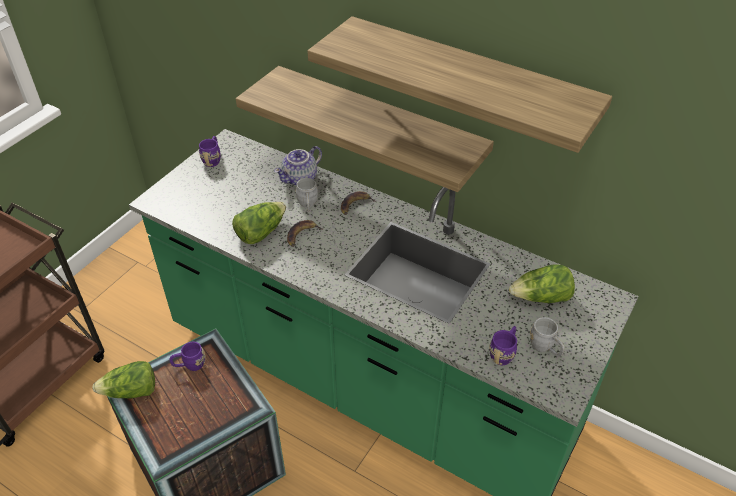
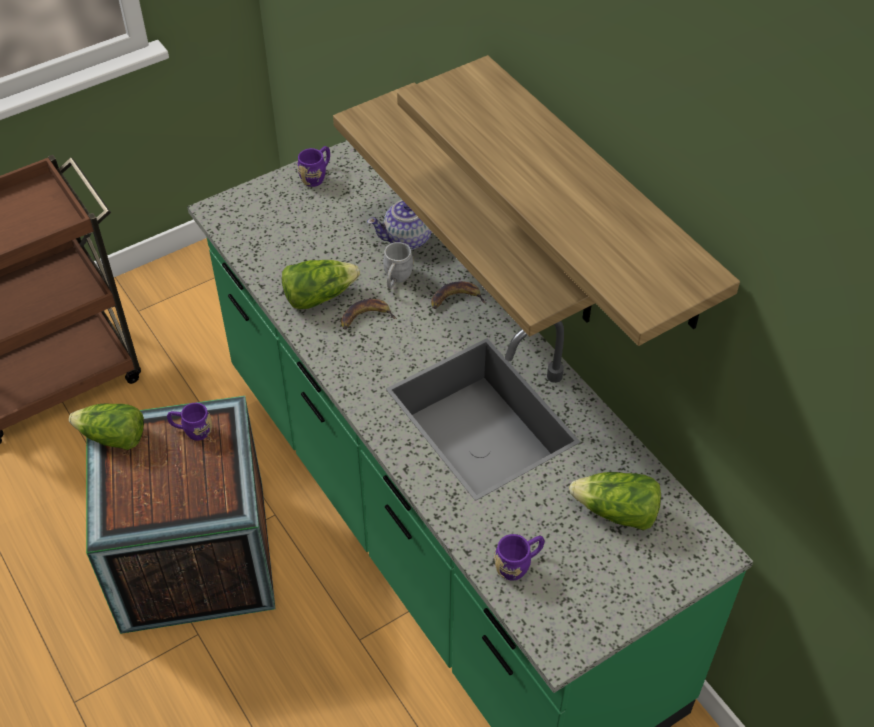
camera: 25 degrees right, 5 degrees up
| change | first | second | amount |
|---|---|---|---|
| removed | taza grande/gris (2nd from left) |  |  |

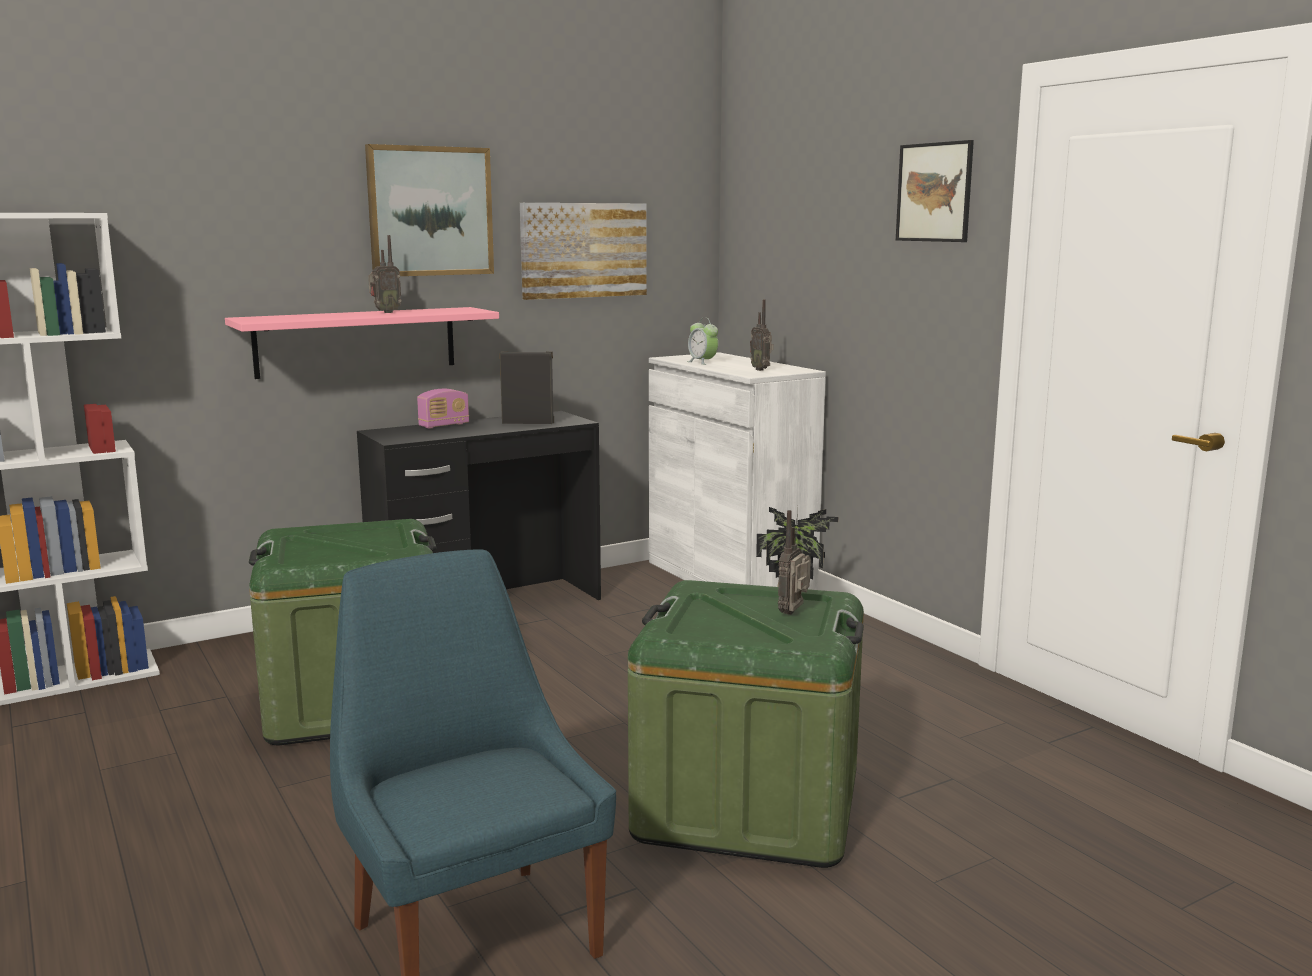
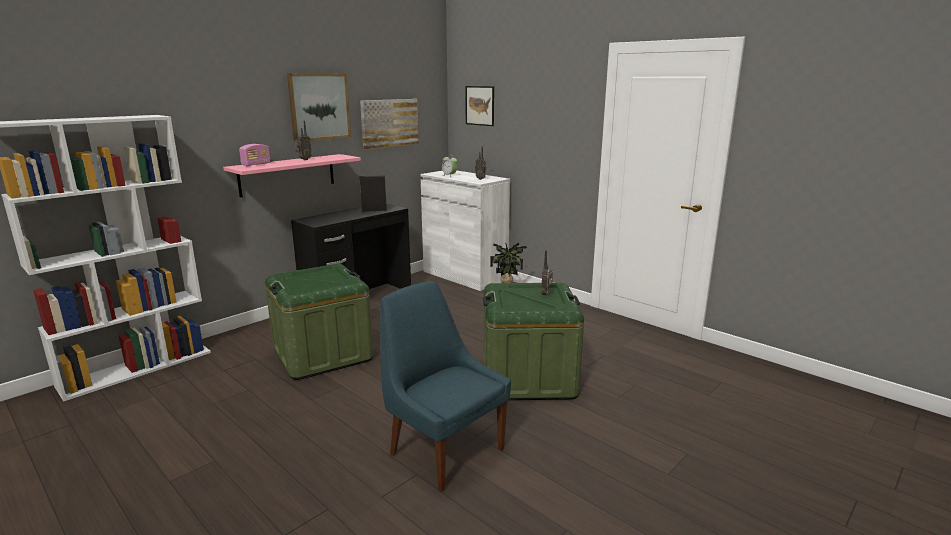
camera: 15 degrees left, 5 degrees up
| change | first | second | amount |
|---|---|---|---|
| moved | radio (2nd from left in the first image) | radio (1st from left) |  |
| moved | cuadro (3rd from left) |  |  |

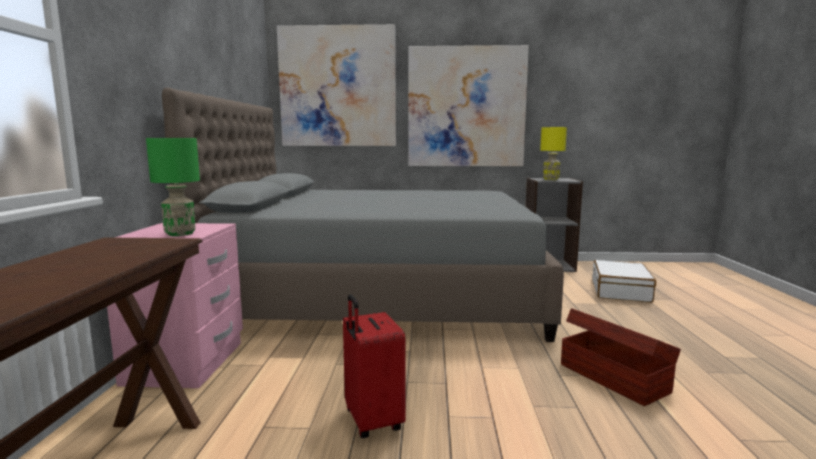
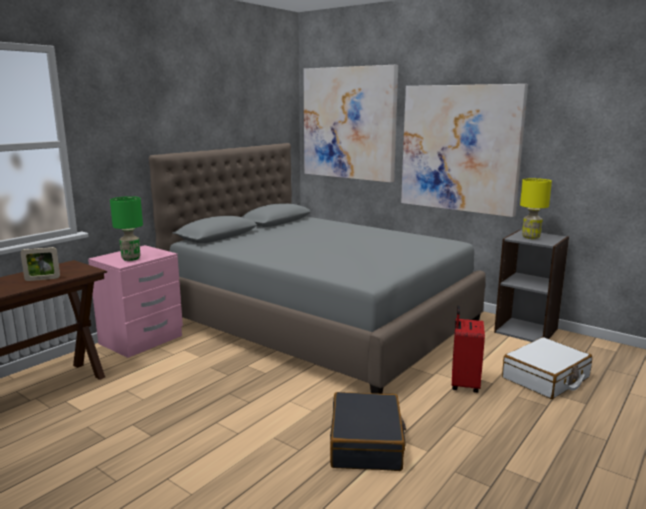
camera: 35 degrees right, 5 degrees up
| change | first | second | amount |
|---|---|---|---|
| moved | maleta/rojo |  |  |
| replaced | caja de almacenaje/marrón | maleta/negro |  |
| added |  | portarretratos |  |

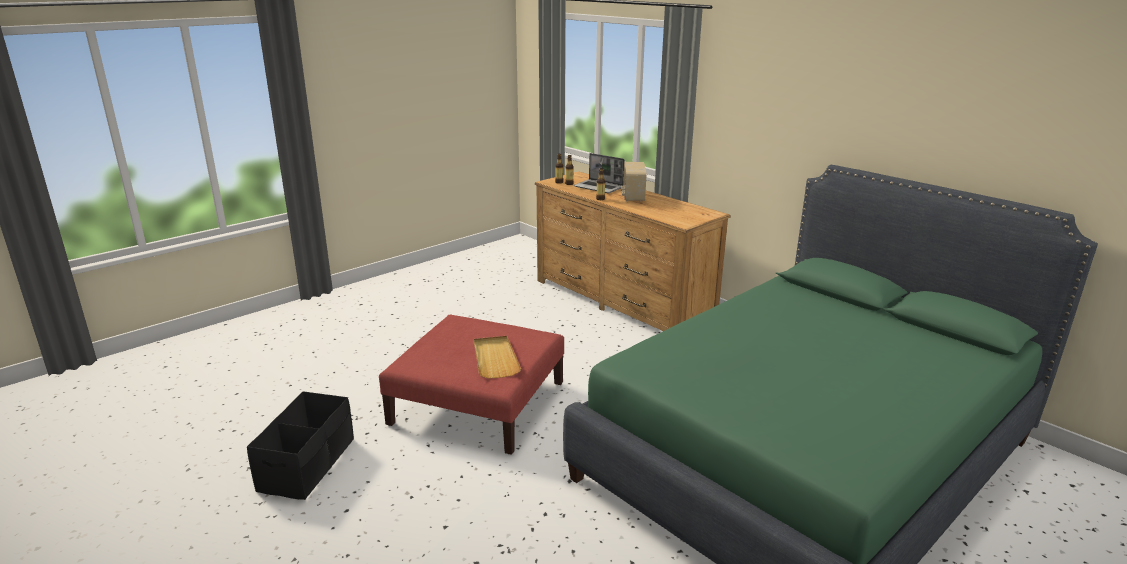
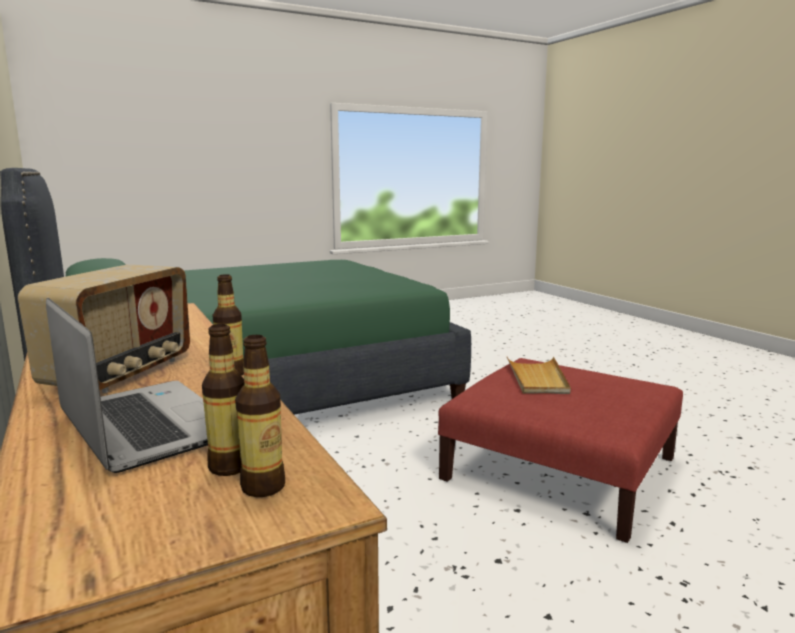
camera: 165 degrees left, 10 degrees down
| change | first | second | amount |
|---|---|---|---|
| removed | caja de almacenaje/negro |  |  |

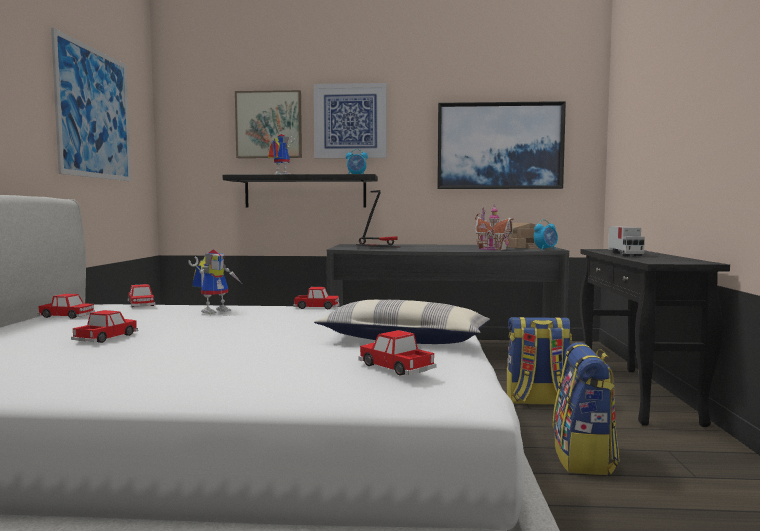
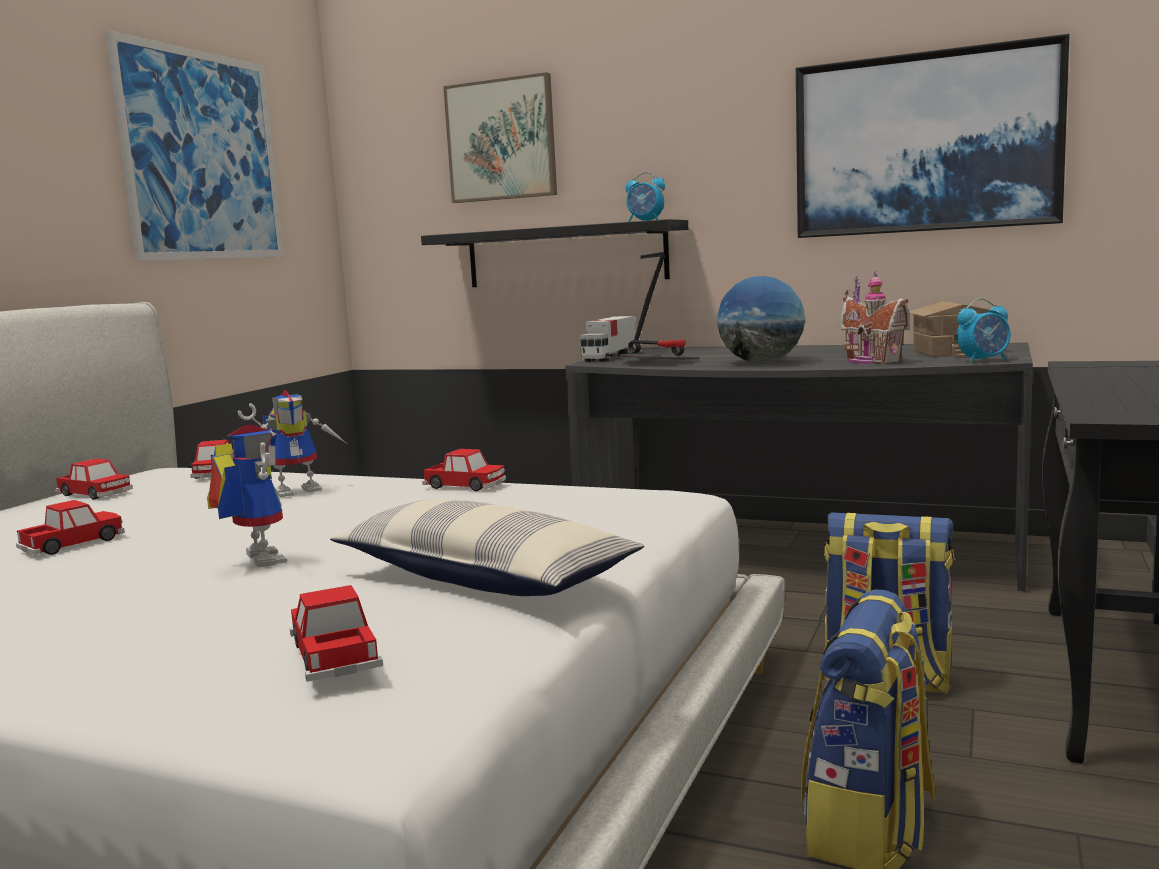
camera: 20 degrees right, 5 degrees up
| change | first | second | amount |
|---|---|---|---|
| moved | robot de juguete (2nd from left in the first image) | robot de juguete (1st from left) |  |
| removed | cuadro (3rd from left) |  |  |
| moved | camión de juguete |  |  |
| added |  | globo terráqueo |  |

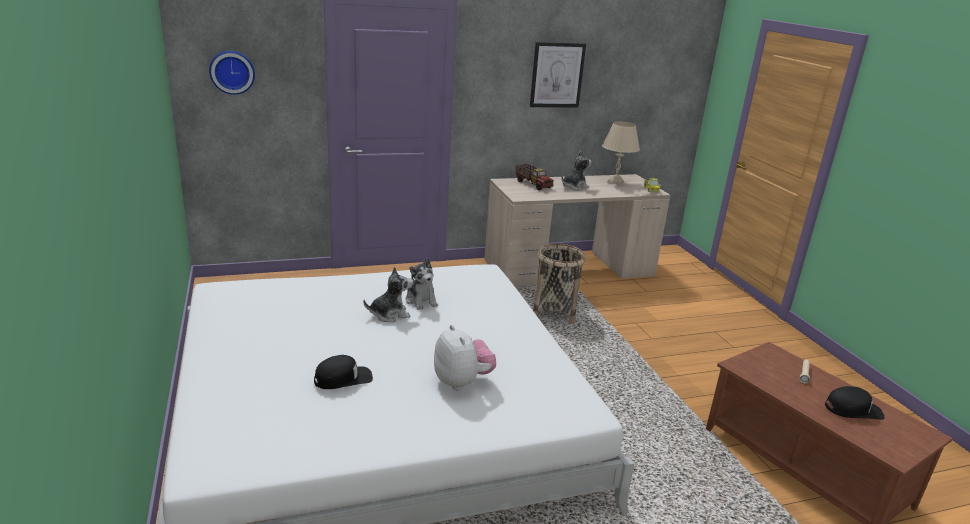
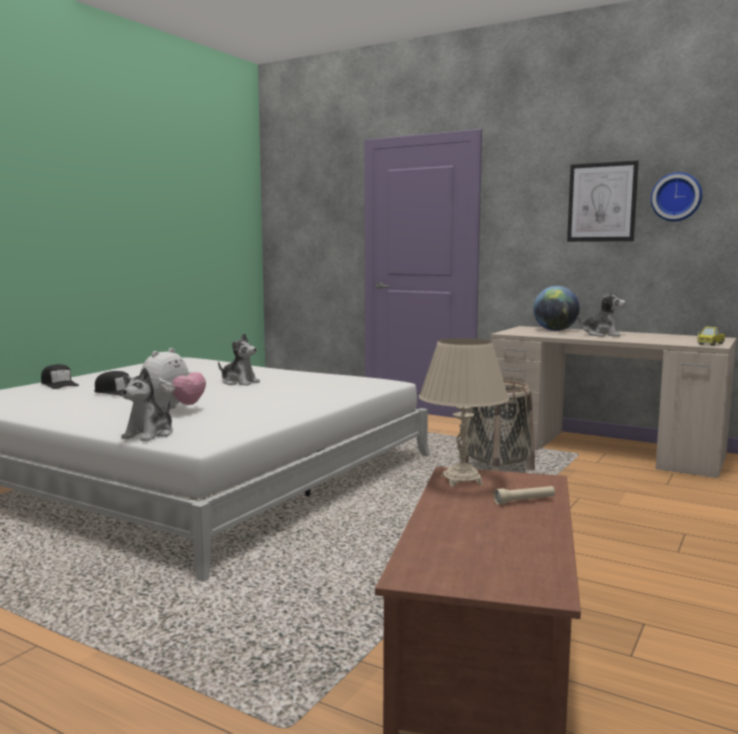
camera: 50 degrees right, 15 degrees down
| change | first | second | amount |
|---|---|---|---|
| moved | reloj de pared |  |  |
| moved | peluche (2nd from left in the first image) | peluche (1st from left) |  |
| replaced | camión de juguete (1st from left) | globo terráqueo |  |
| moved | lámpara de mesa/beis |  |  |
| moved | gorra/negro (2nd from left in the first image) | gorra/negro (1st from left) |  |

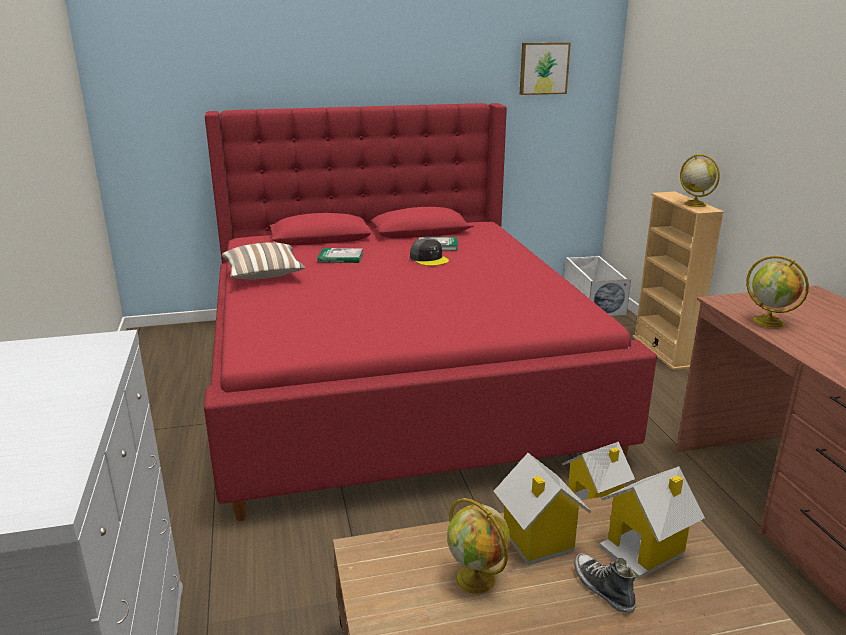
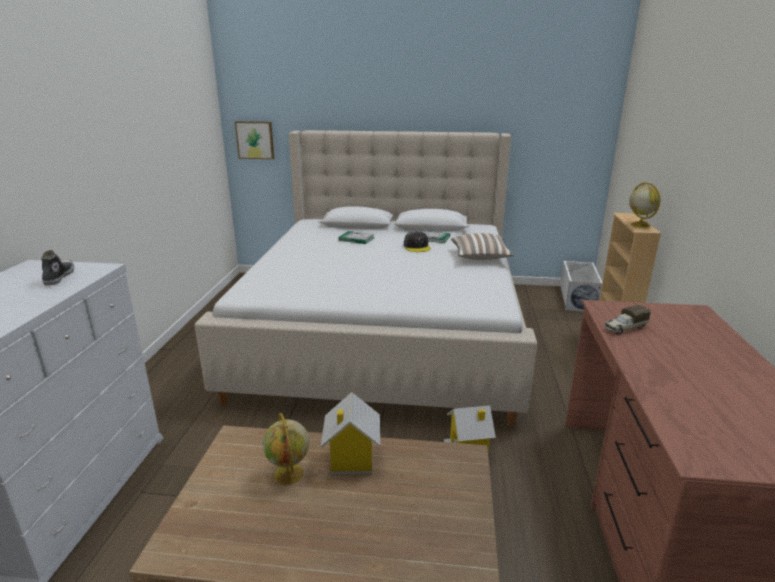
camera: 20 degrees right, 0 degrees up
| change | first | second | amount |
|---|---|---|---|
| recoloured | cama/rojo | cama/beis |  |
| moved | cojín |  |  |
| moved | cuadro |  |  |
| moved | zapato |  |  |
| removed | casita (3rd from left) |  |  |
| replaced | globo terráqueo (3rd from left) | camión de juguete |  |

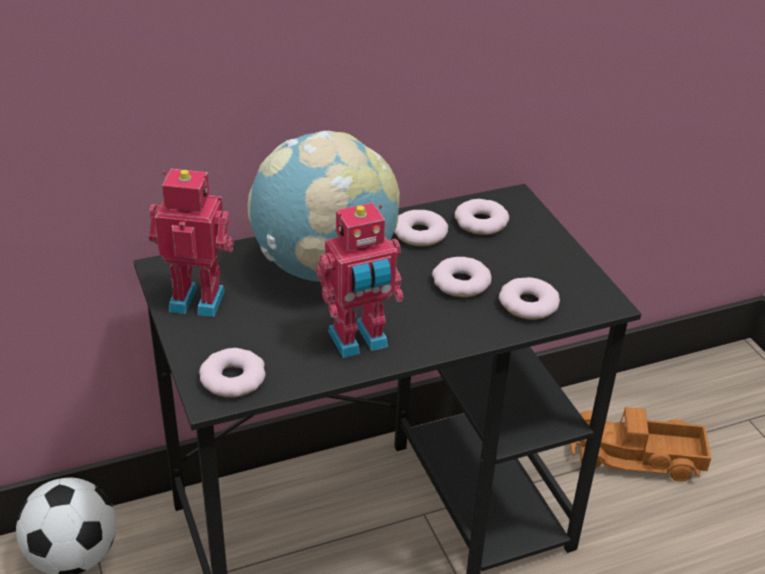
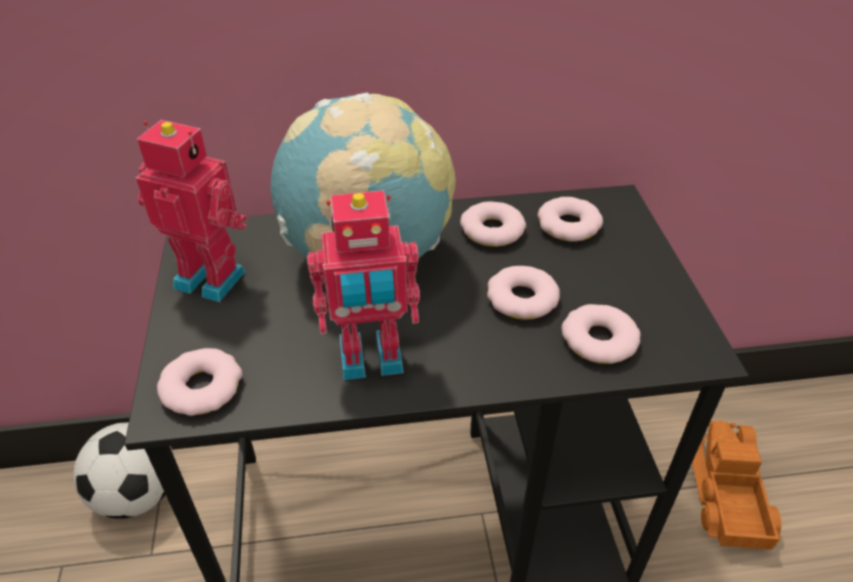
camera: 15 degrees right, 5 degrees up
| change | first | second | amount |
|---|---|---|---|
| turned | camión de juguete |  | 75 degrees clockwise |

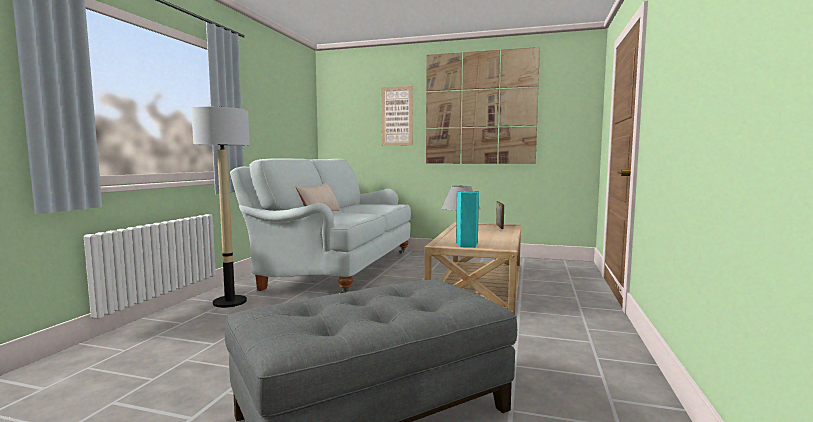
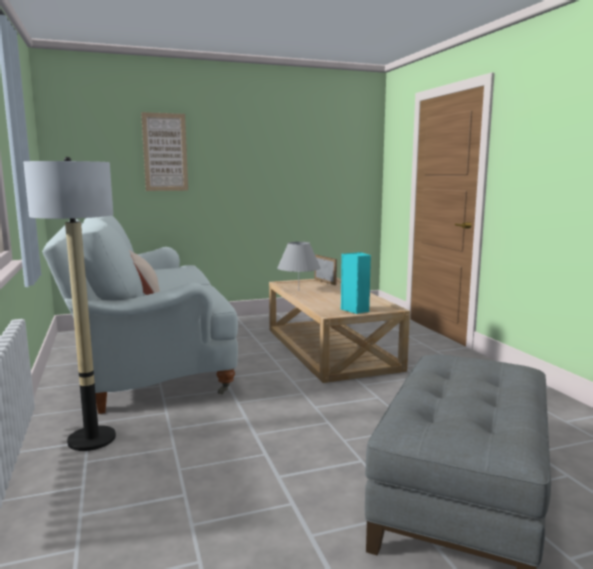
camera: 35 degrees left, 5 degrees up
| change | first | second | amount |
|---|---|---|---|
| removed | cuadro (2nd from left) |  |  |

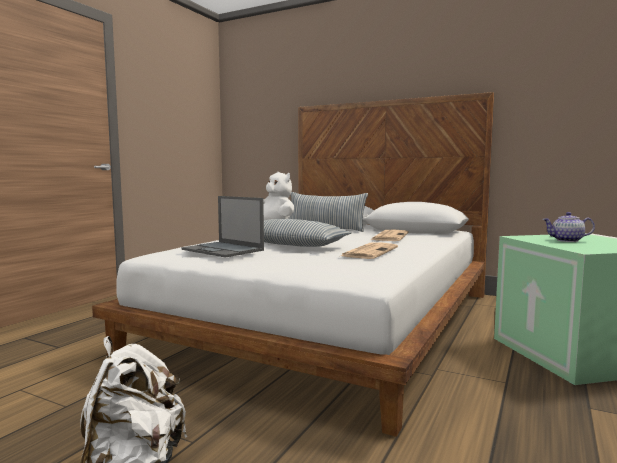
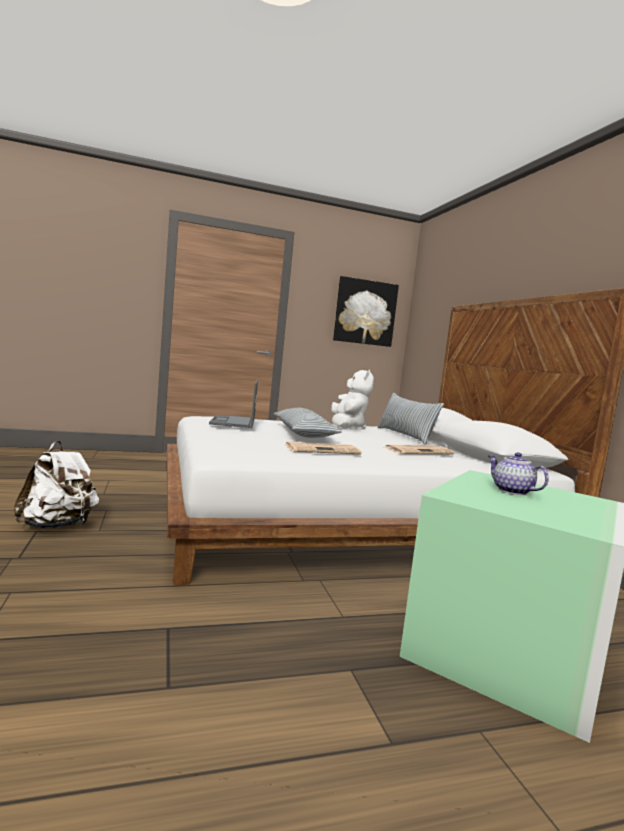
camera: 45 degrees right, 0 degrees up
| change | first | second | amount |
|---|---|---|---|
| added |  | cuadro |  |

